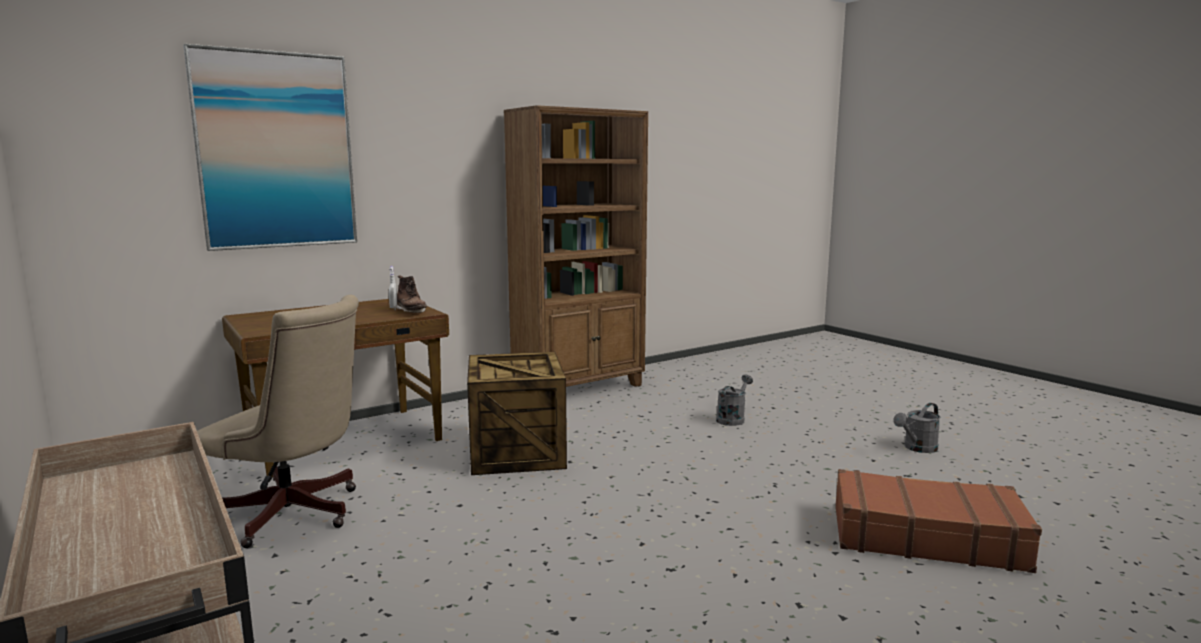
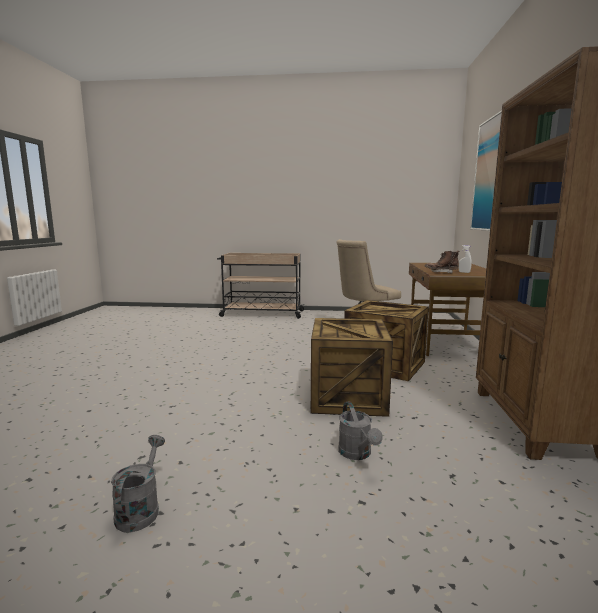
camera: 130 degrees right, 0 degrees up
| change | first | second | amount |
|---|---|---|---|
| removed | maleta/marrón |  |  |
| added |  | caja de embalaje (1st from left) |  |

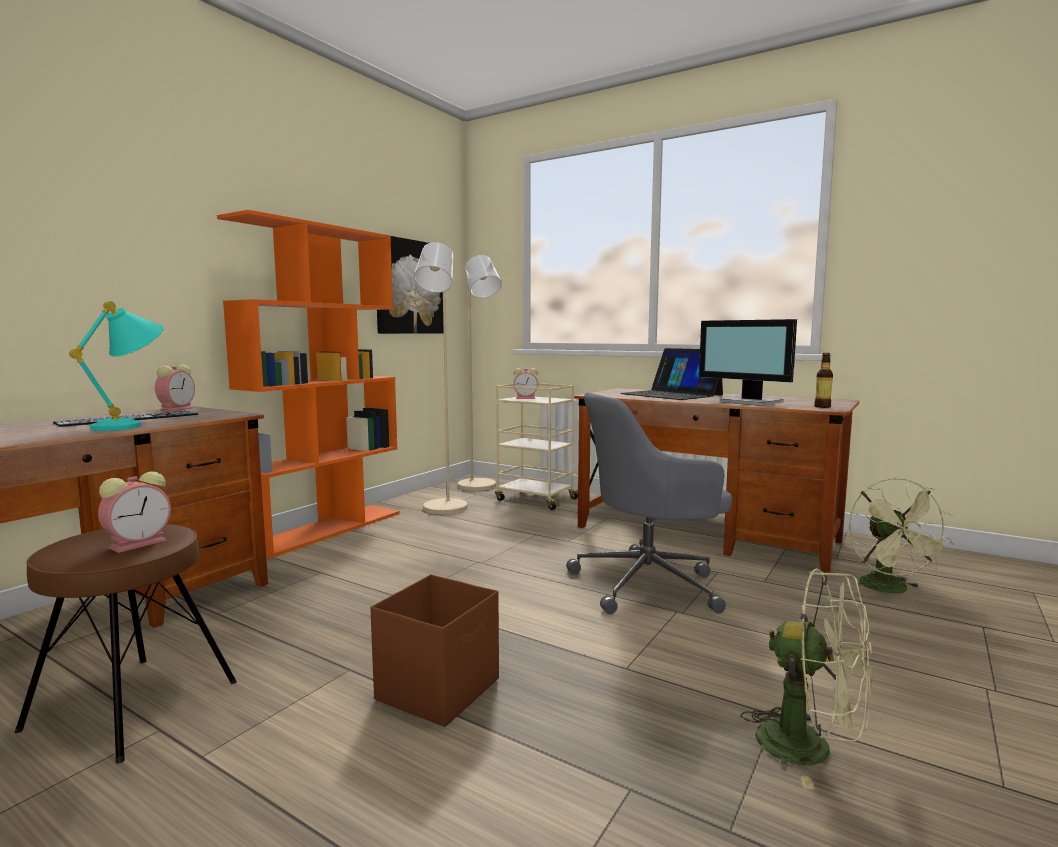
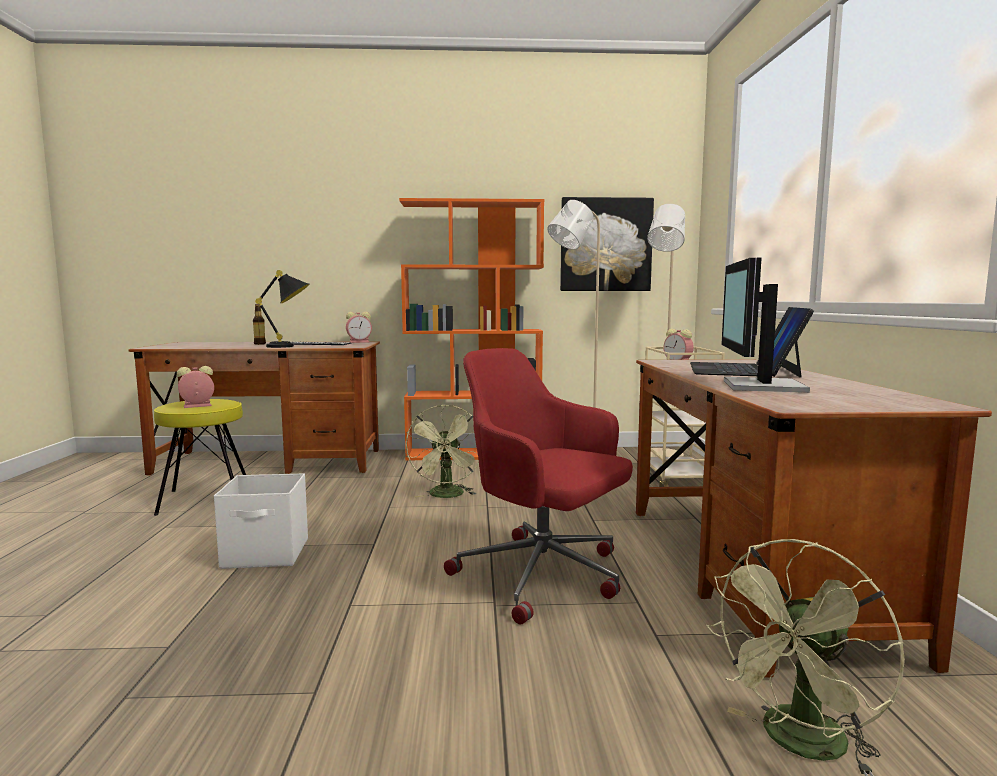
camera: 55 degrees right, 0 degrees up
| change | first | second | amount |
|---|---|---|---|
| recoloured | taburete/marrón | taburete/amarillo |  |
| recoloured | lámpara de mesa/turquesa | lámpara de mesa/negro |  |
| turned | despertador (1st from left) |  | 150 degrees clockwise |
| recoloured | caja de almacenaje/marrón | caja de almacenaje/blanco |  |
| recoloured | silla de oficina/gris | silla de oficina/rojo |  |
| moved | ventilador/verde (1st from left) |  |  |
| moved | botella |  |  |

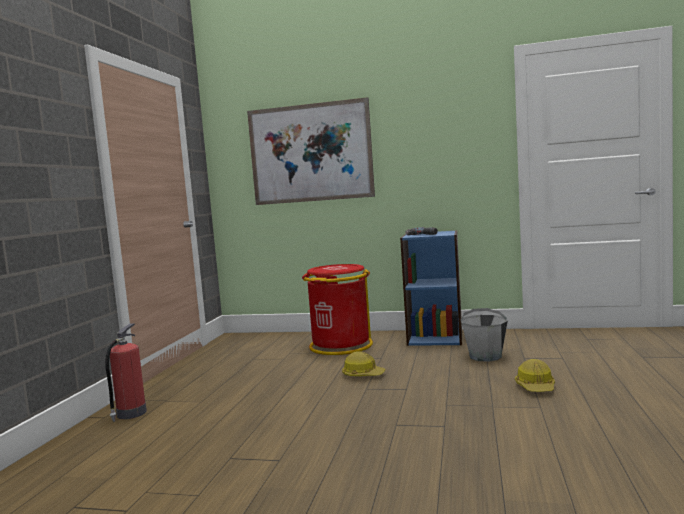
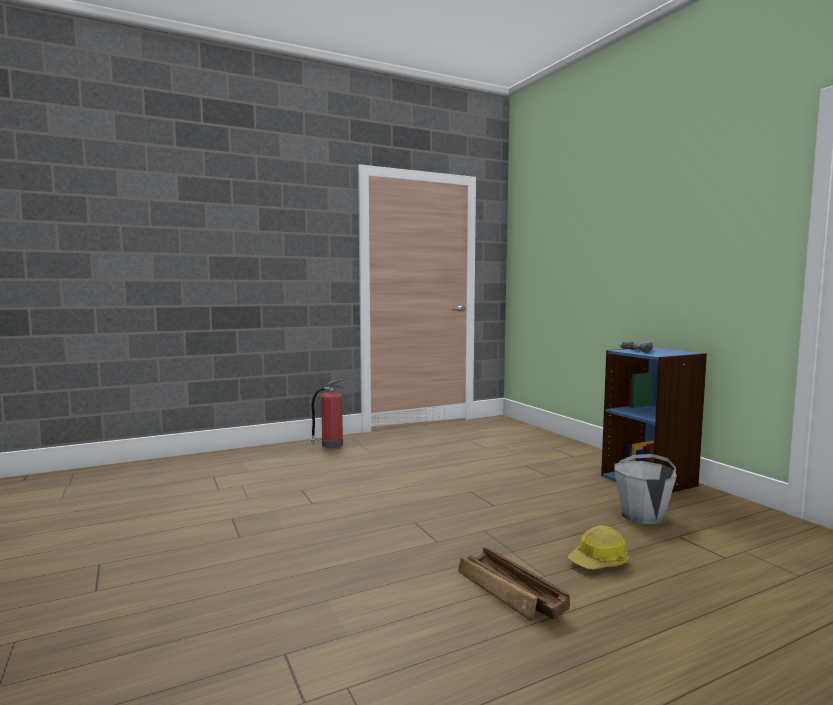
camera: 50 degrees right, 0 degrees up
| change | first | second | amount |
|---|---|---|---|
| removed | cuadro |  |  |
| removed | papelera/rojo |  |  |
| removed | casco (1st from left) |  |  |
| added |  | caja de embalaje |  |

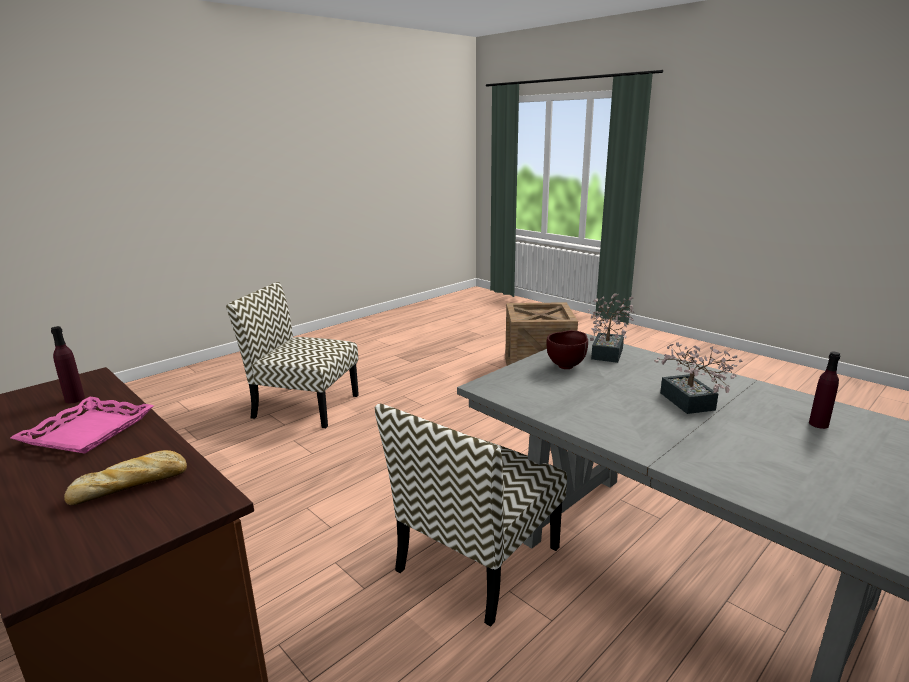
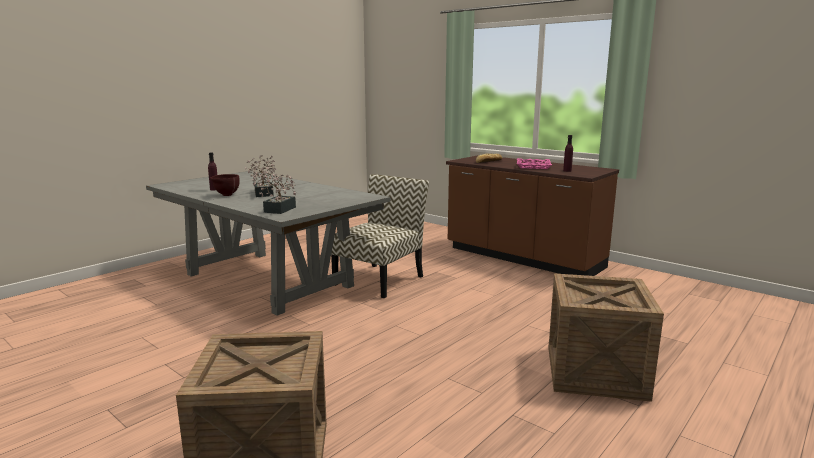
camera: 175 degrees right, 5 degrees down
| change | first | second | amount |
|---|---|---|---|
| replaced | silla (1st from left) | caja de embalaje (2nd from left) |  |
| moved | cuenco/marrón |  |  |

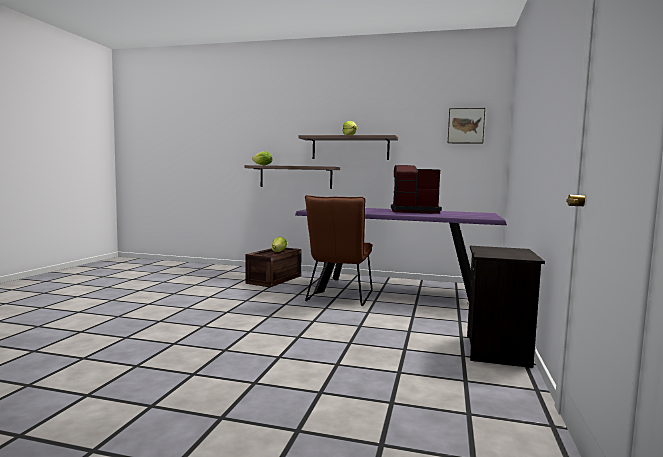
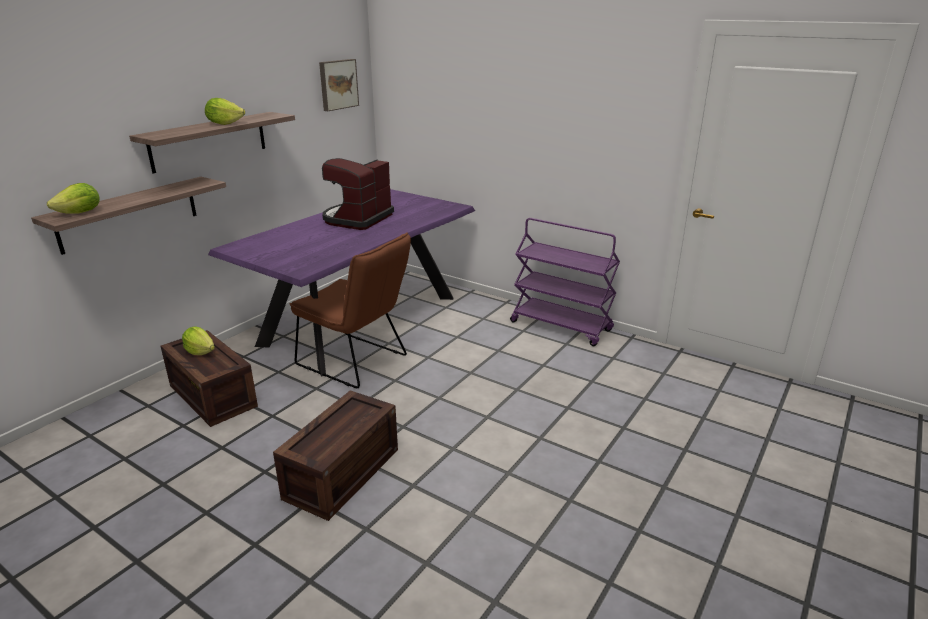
camera: 70 degrees left, 20 degrees up
| change | first | second | amount |
|---|---|---|---|
| replaced | mesita de noche/negro | carrito/morado |  |
| added |  | caja de embalaje (2nd from left) |  |

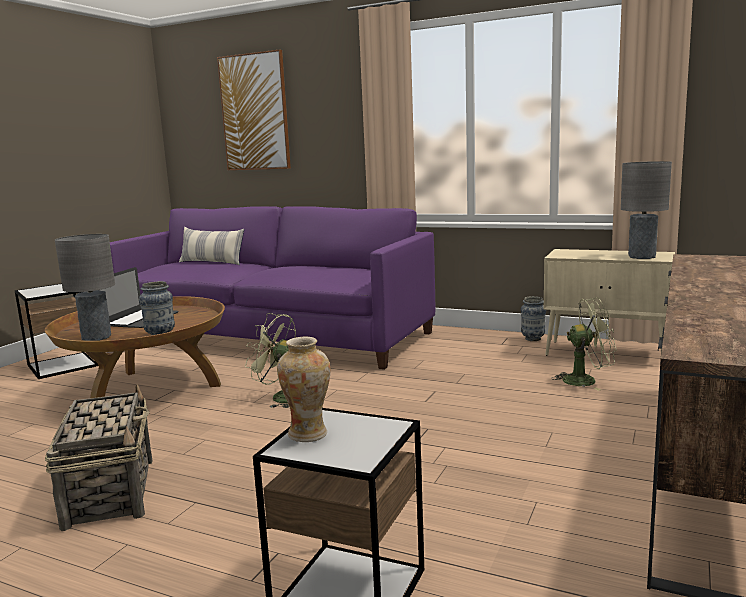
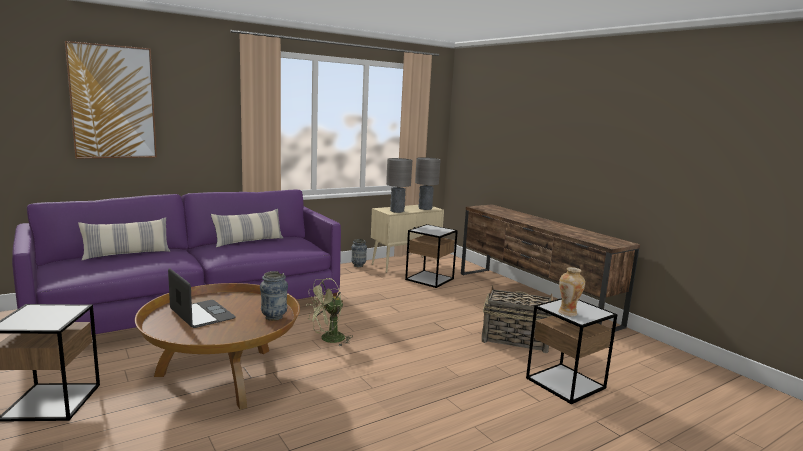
camera: 60 degrees left, 0 degrees up
| change | first | second | amount |
|---|---|---|---|
| moved | cesta |  |  |
| moved | lámpara de mesa/gris (1st from left) |  |  |
| replaced | ventilador/verde (2nd from left) | mesa auxiliar (2nd from left) |  |
| added |  | cojín (2nd from left) |  |

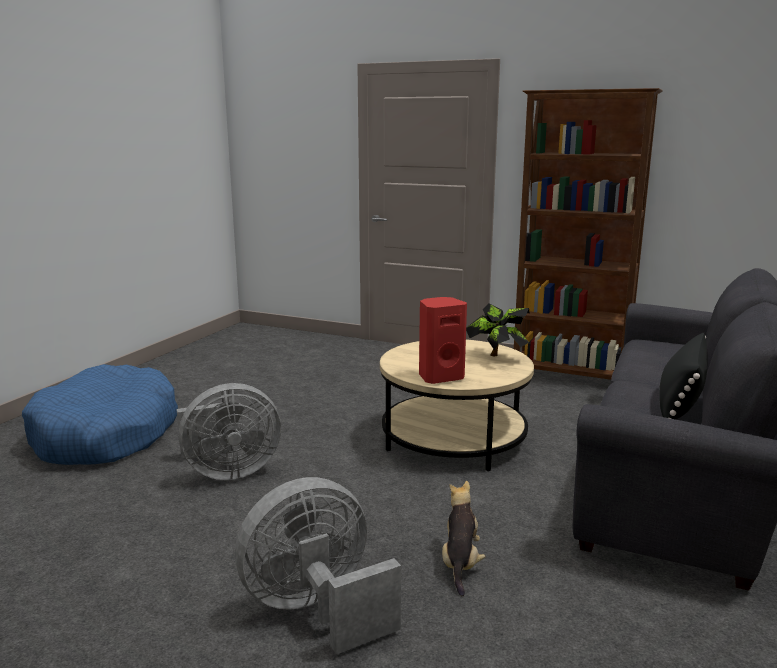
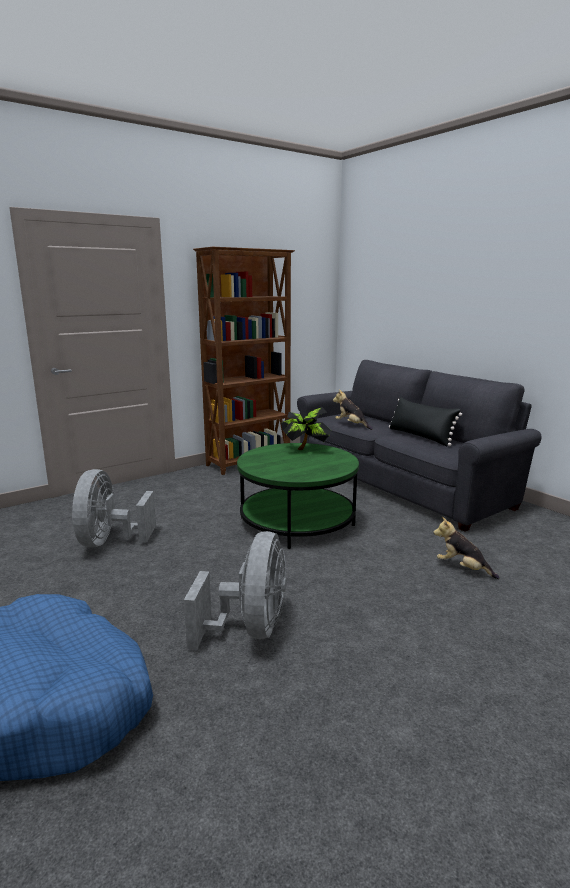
camera: 60 degrees left, 0 degrees up
| change | first | second | amount |
|---|---|---|---|
| moved | ventilador/gris (2nd from left in the first image) | ventilador/gris (1st from left) |  |
| recoloured | mesa de centro/beis | mesa de centro/verde |  |
| removed | altavoz/rojo |  |  |
| added |  | peluche (1st from left) |  |

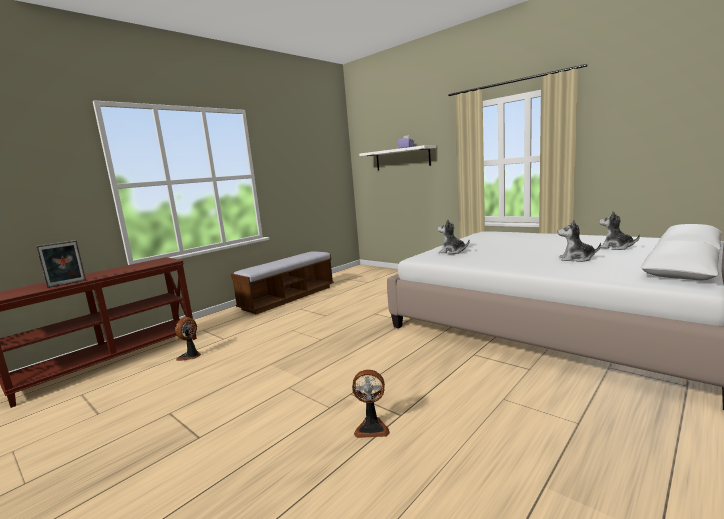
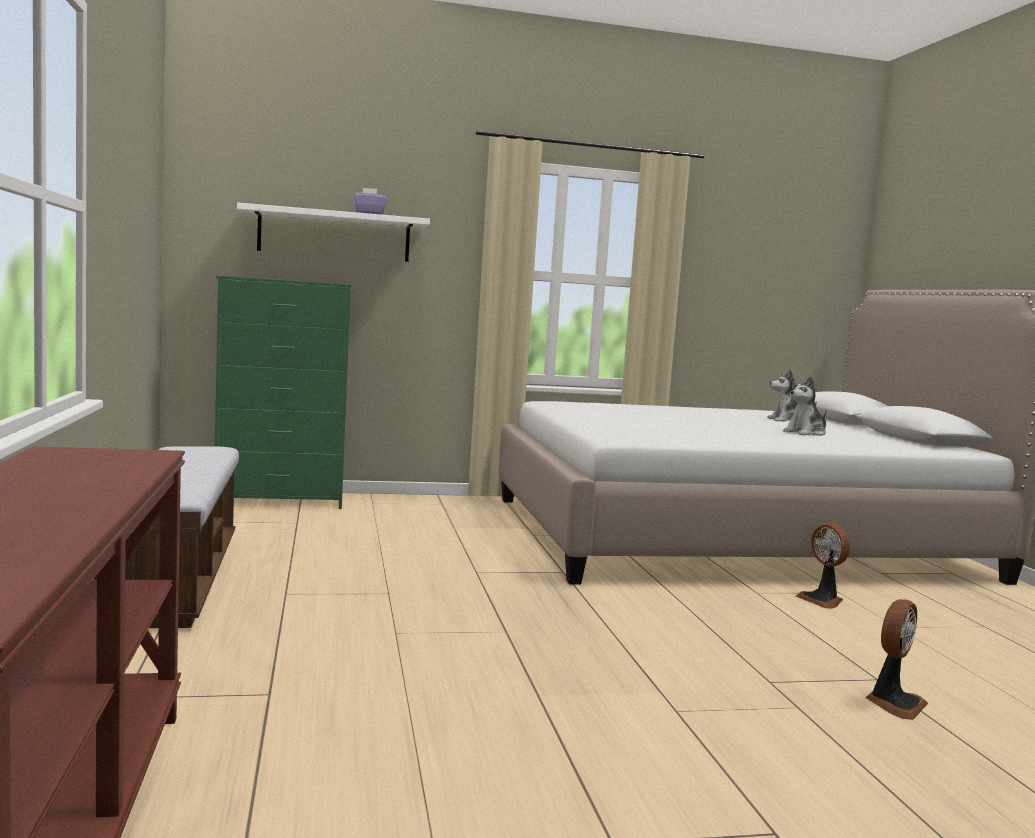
camera: 55 degrees left, 5 degrees down
| change | first | second | amount |
|---|---|---|---|
| removed | portarretratos |  |  |
| moved | ventilador (1st from left) |  |  |
| removed | peluche (1st from left) |  |  |
| added |  | cómoda/verde |  |

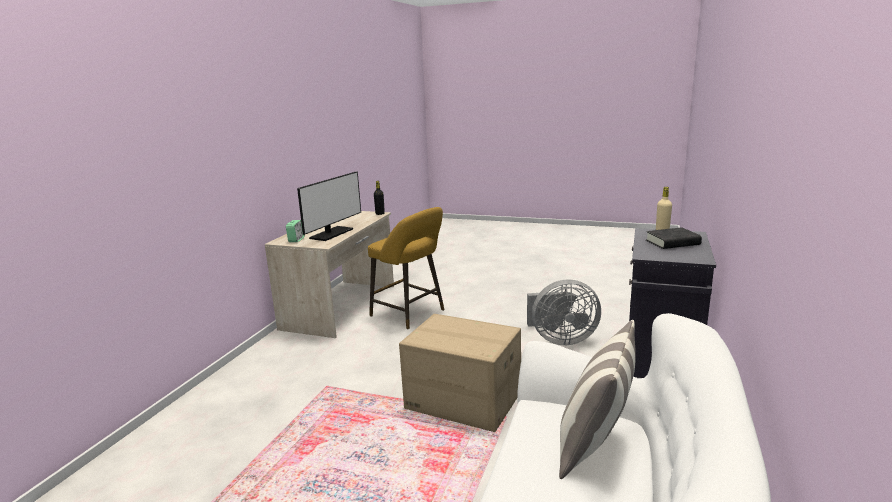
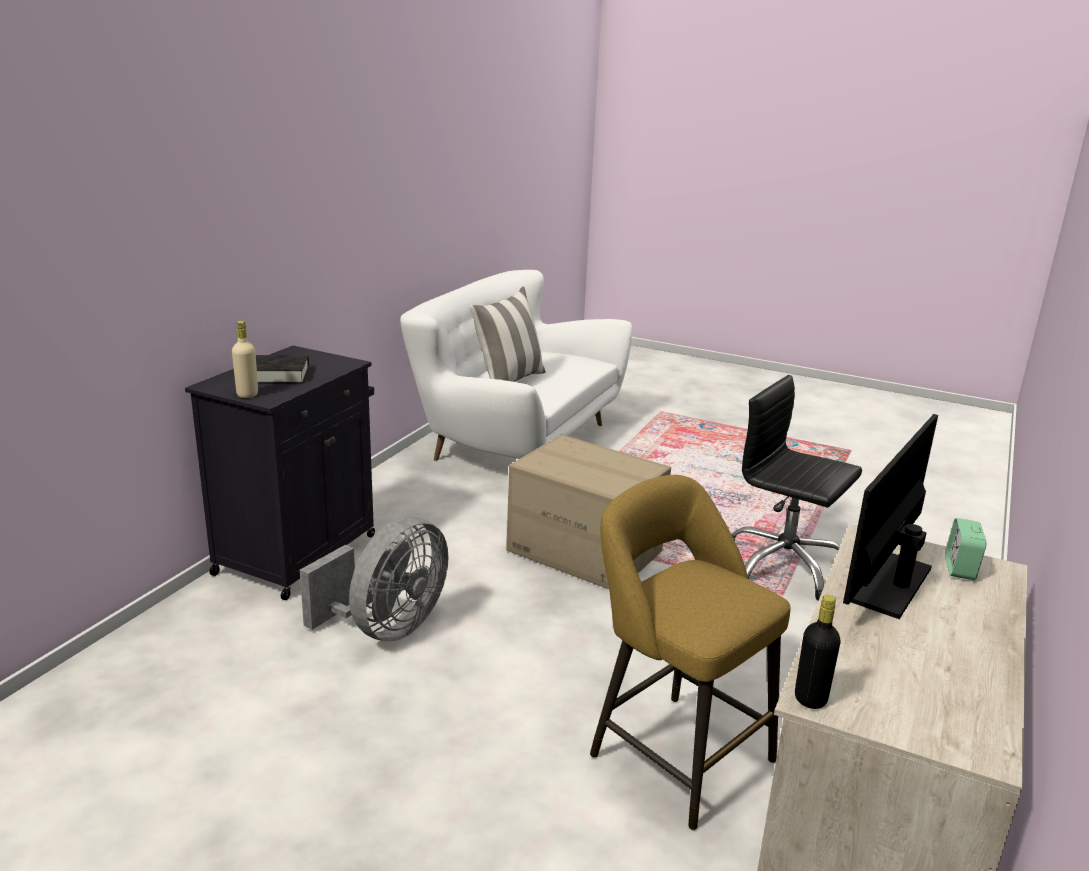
camera: 175 degrees left, 5 degrees up
| change | first | second | amount |
|---|---|---|---|
| turned | ventilador/gris |  | 120 degrees clockwise |
| added |  | silla de oficina/negro |  |

